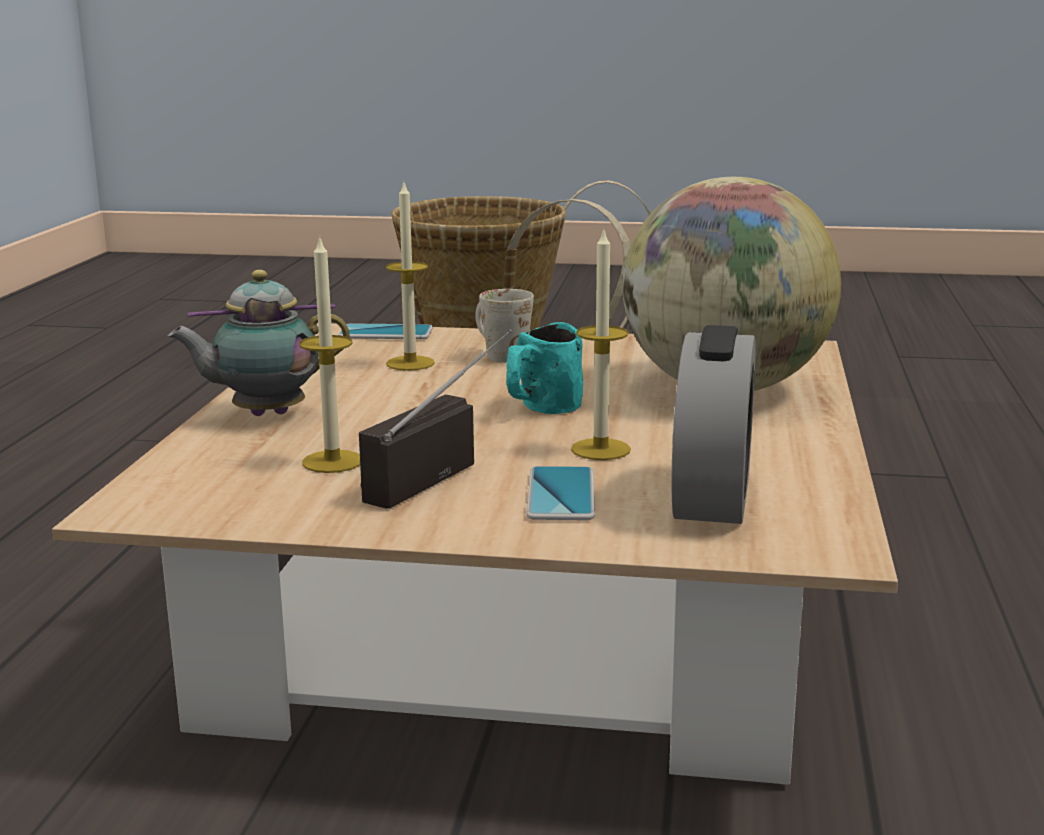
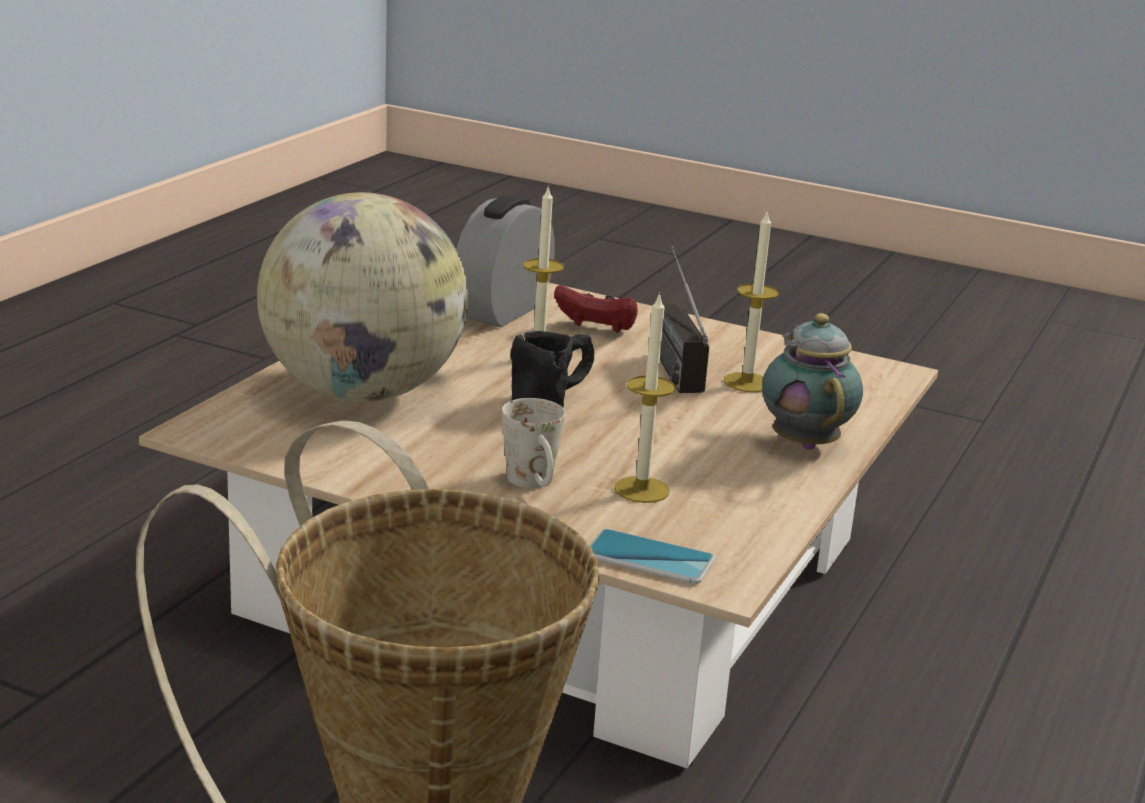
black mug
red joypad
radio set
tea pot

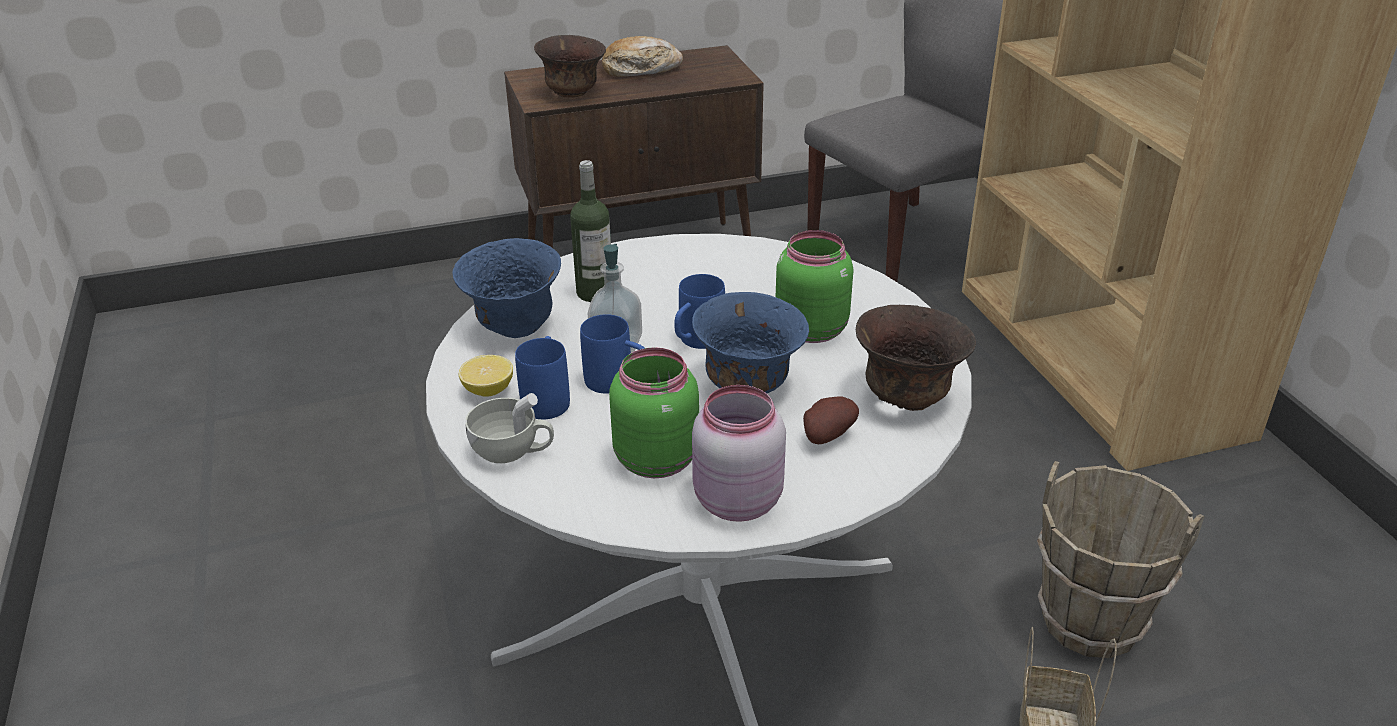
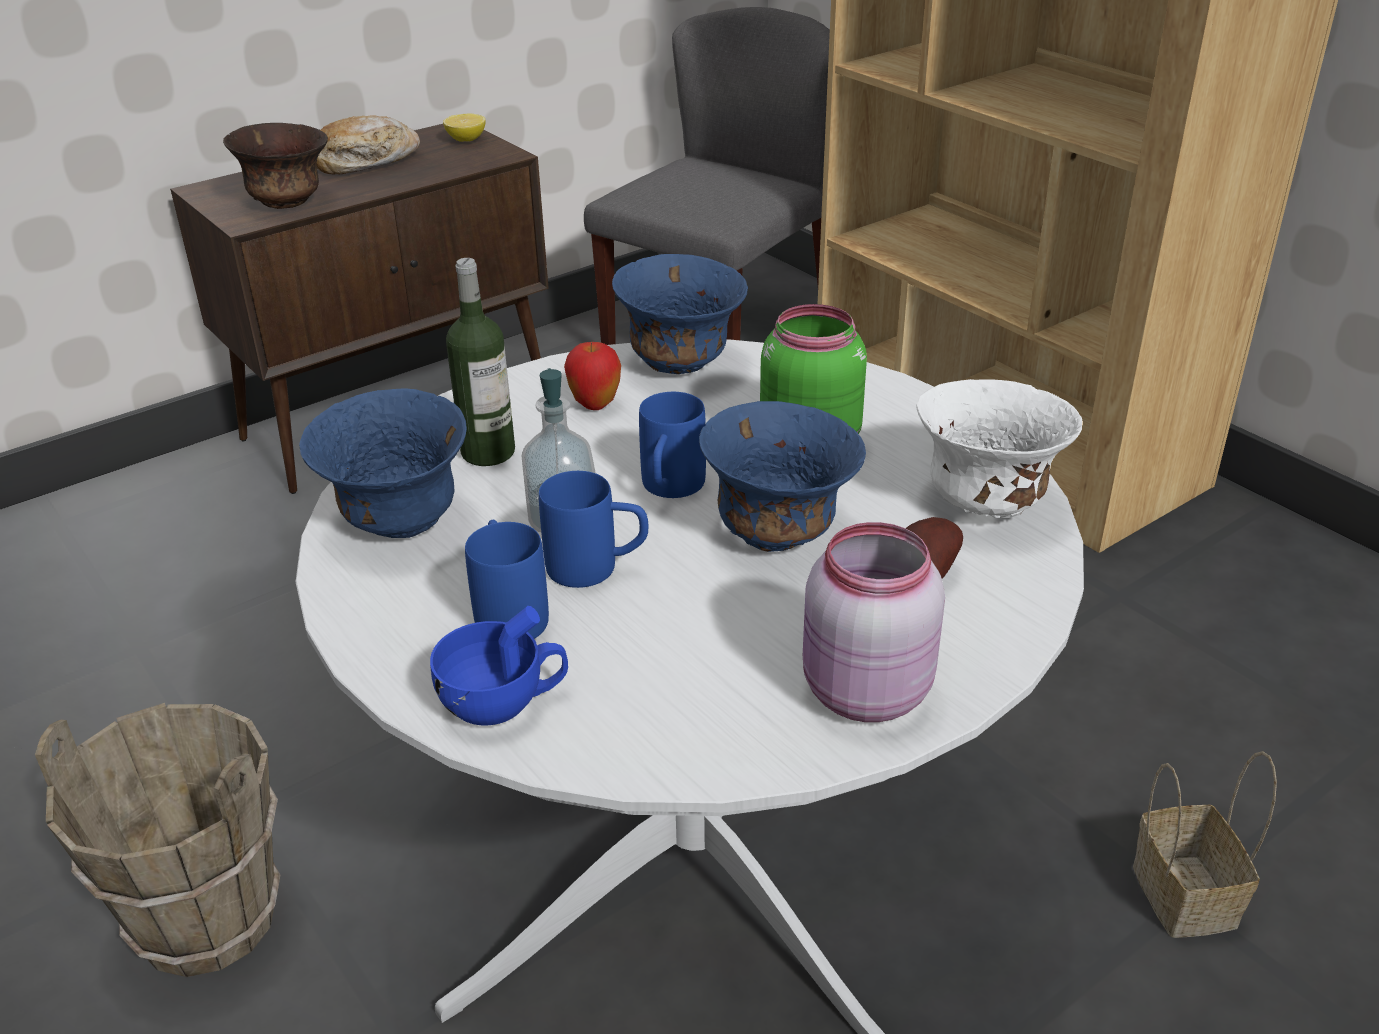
brownish pail
blue cup
citrus fruit
whole apple
blue bowl (no. 2 from left)
white bowl
green-coloured storage jar (no. 1 from left in the first image)

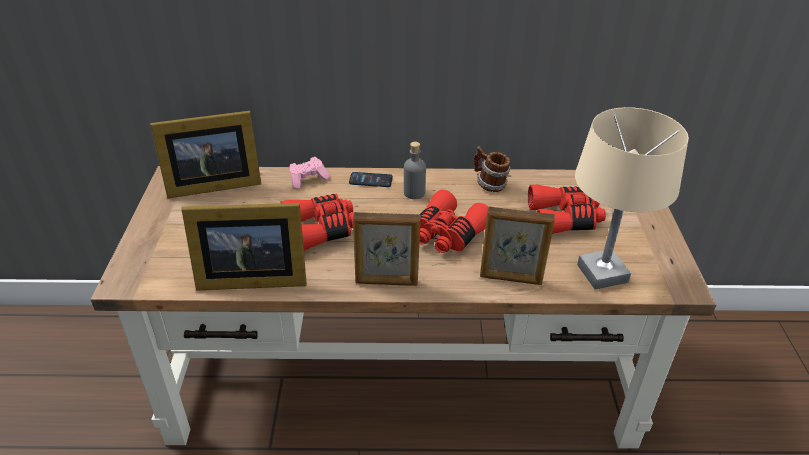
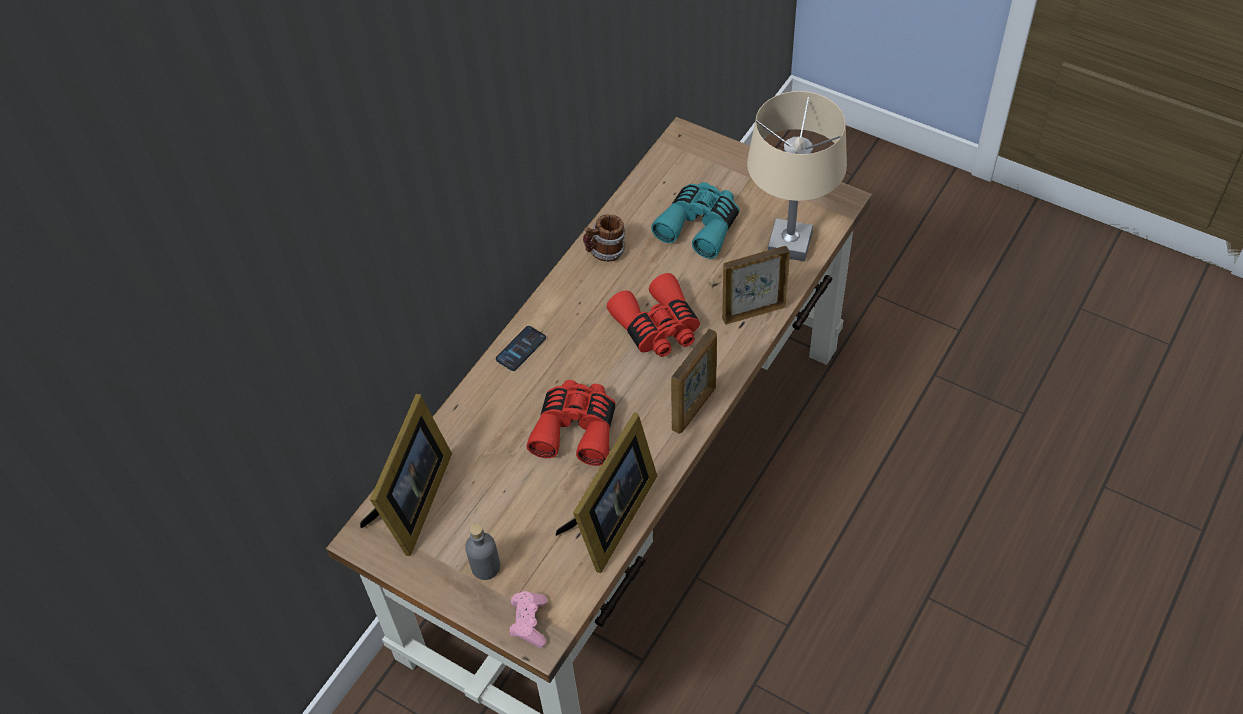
greyish bottle
pink-coloured joypad
turquoise-coloured field glasses
picture frame (no. 4 from left)

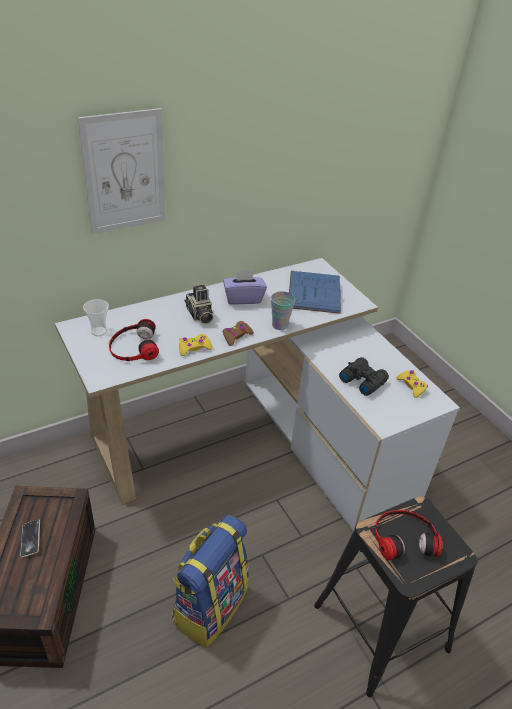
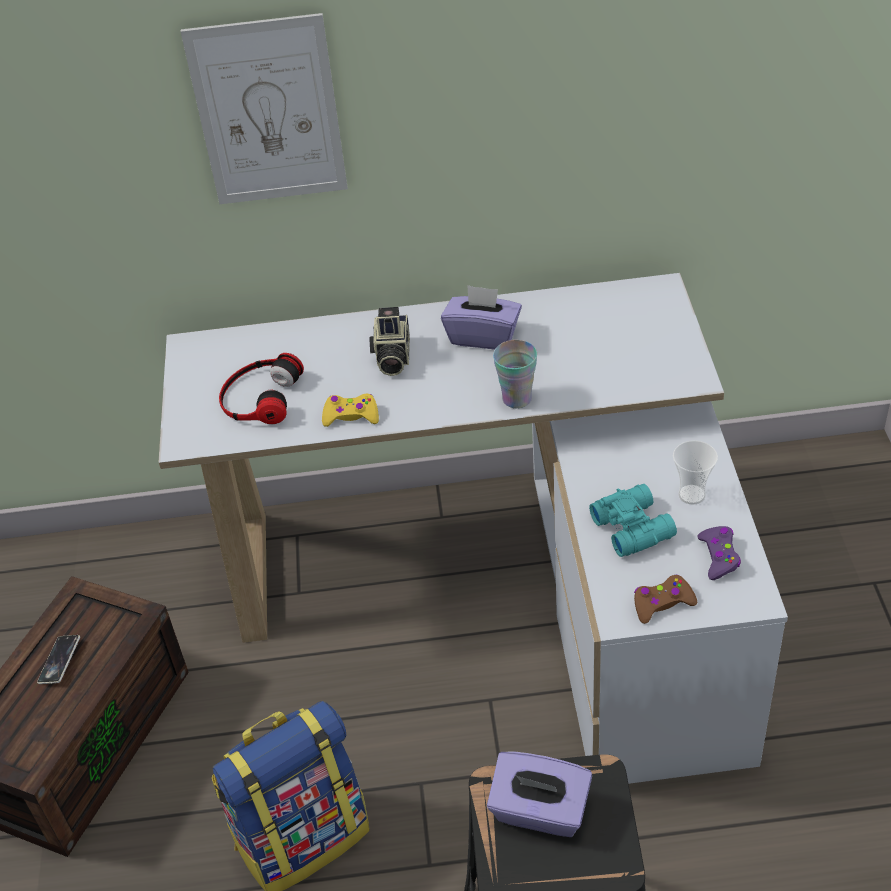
purple box of tissues (no. 2 from left)
turquoise-coloured field glasses
brownish joypad
cup (no. 2 from left)
purple joypad
blue book

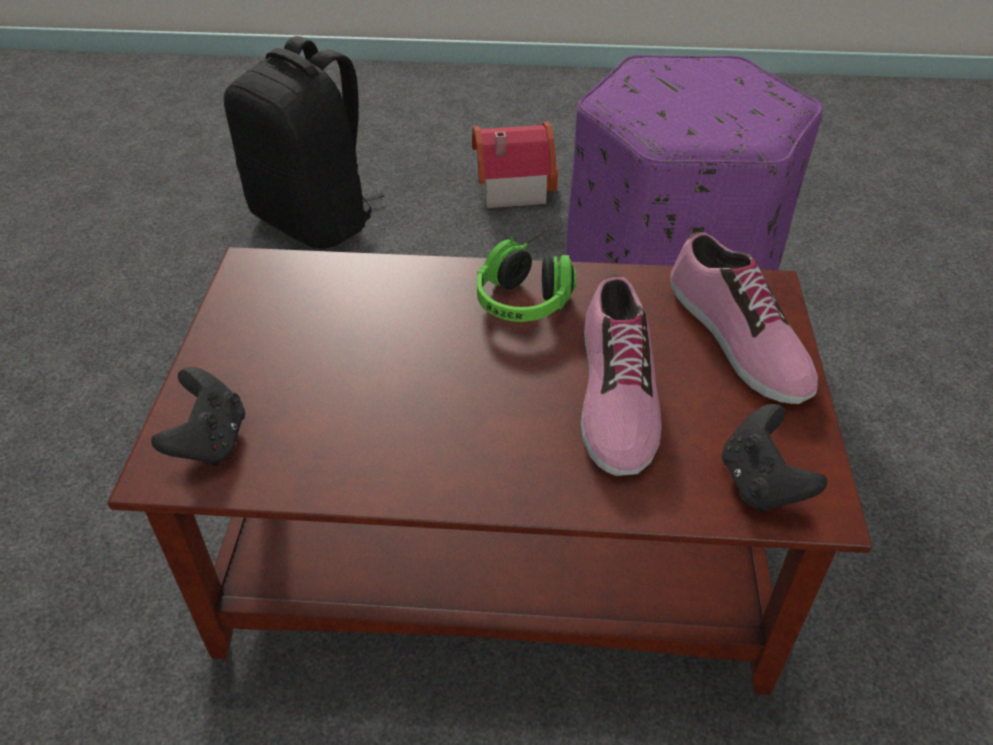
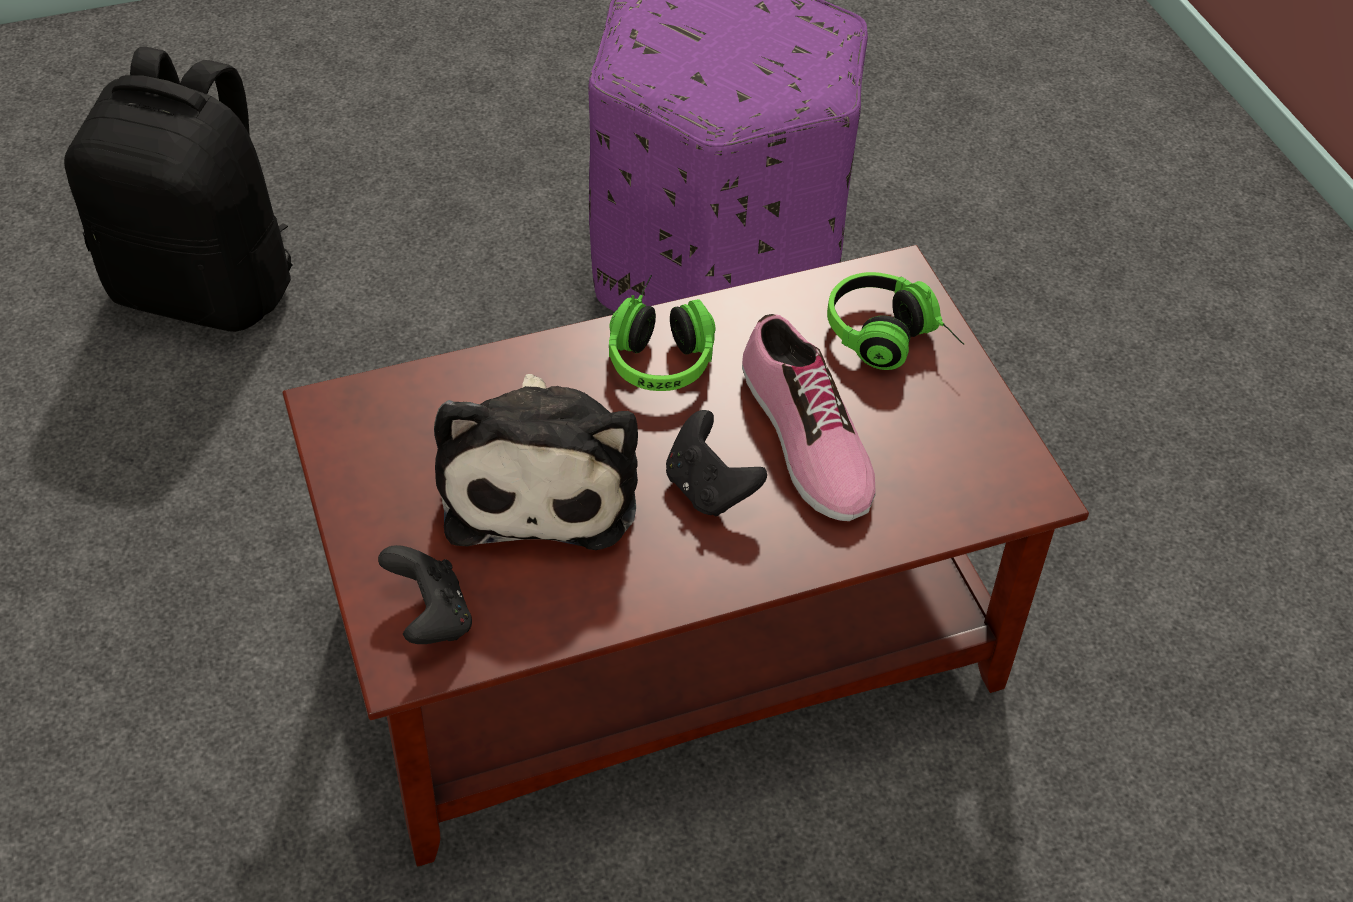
soft toy
black joypad (no. 2 from left)
headphones (no. 2 from left)
miniature house

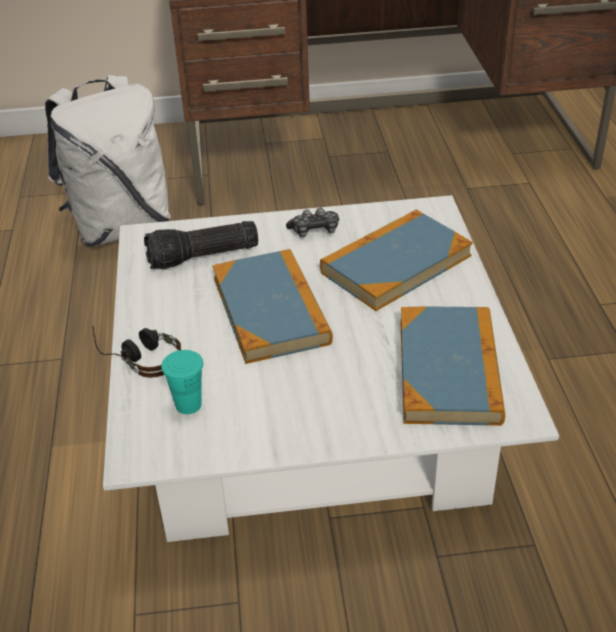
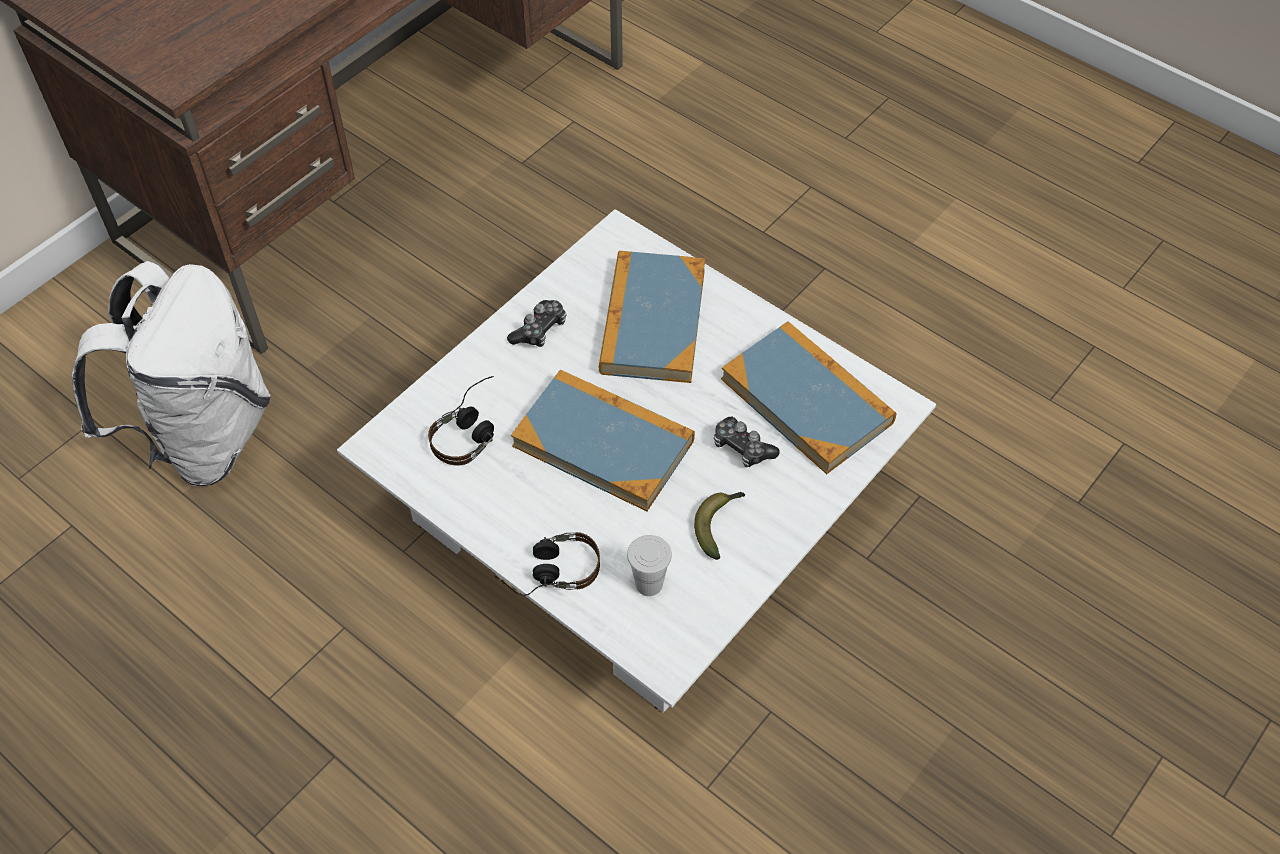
headphones (no. 1 from left)
white cup
banana fruit
joypad (no. 2 from left)

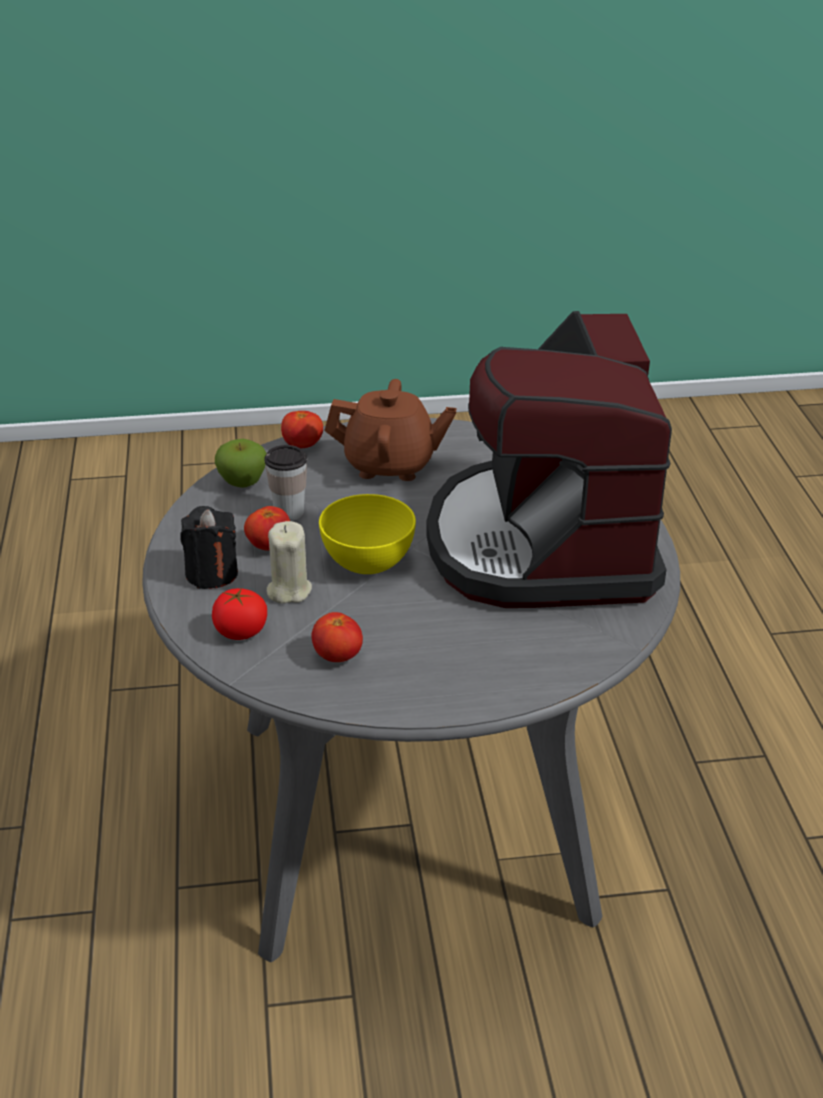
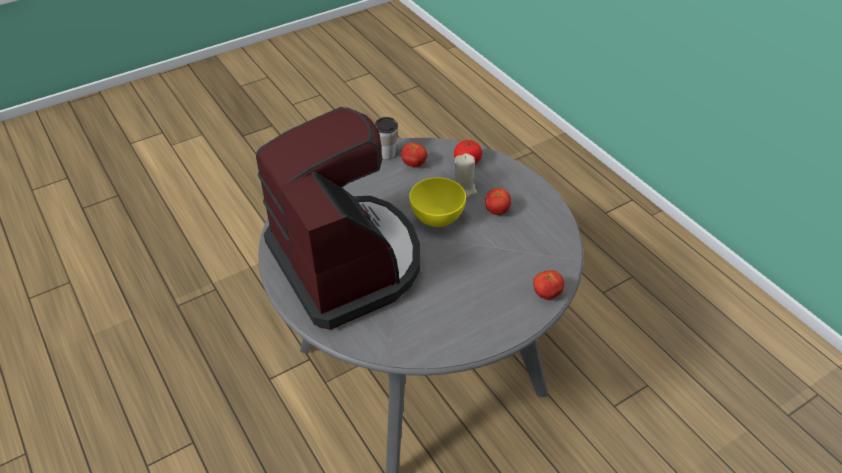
cup
black wax light
whole apple
brownish tea pot

